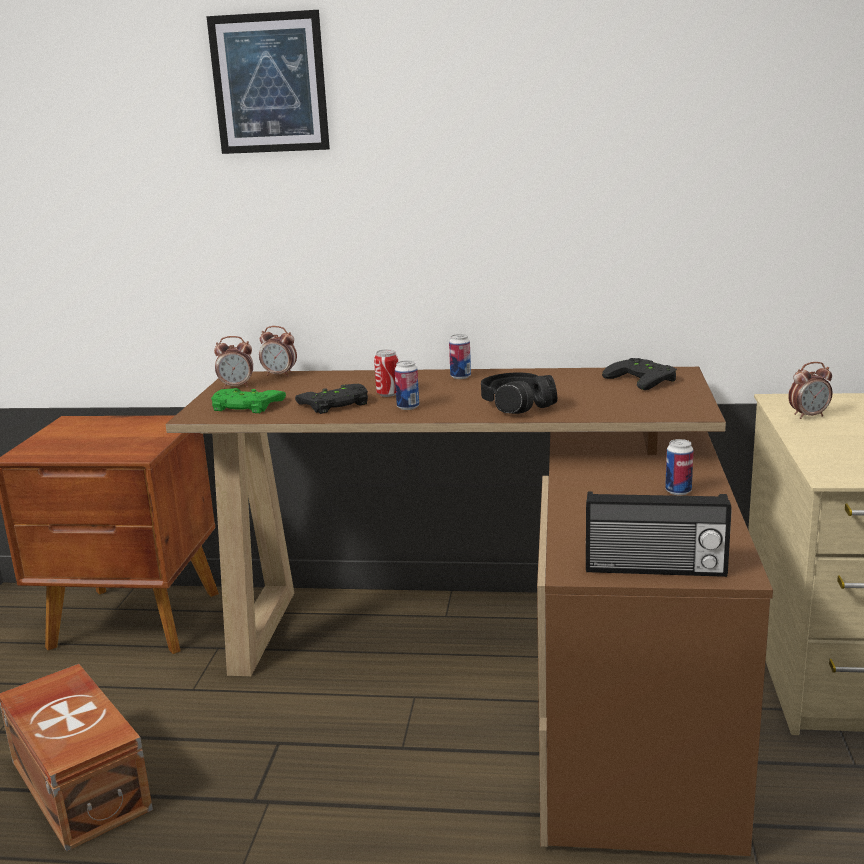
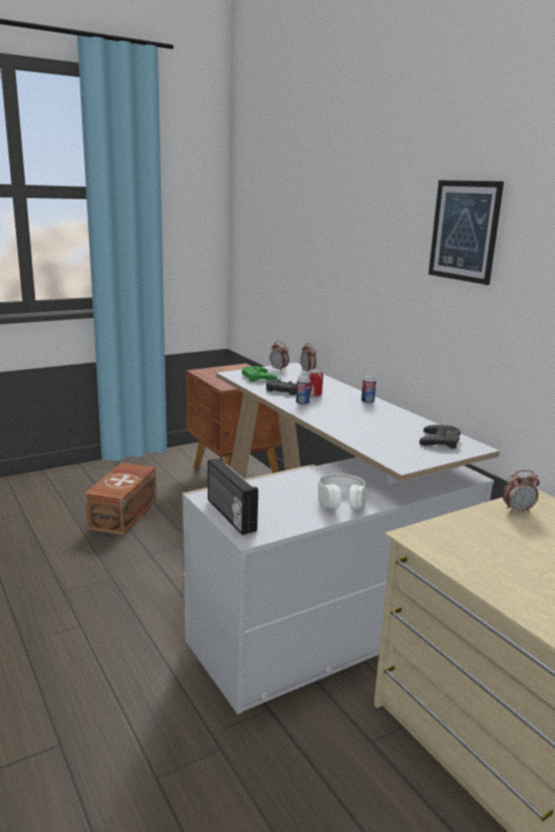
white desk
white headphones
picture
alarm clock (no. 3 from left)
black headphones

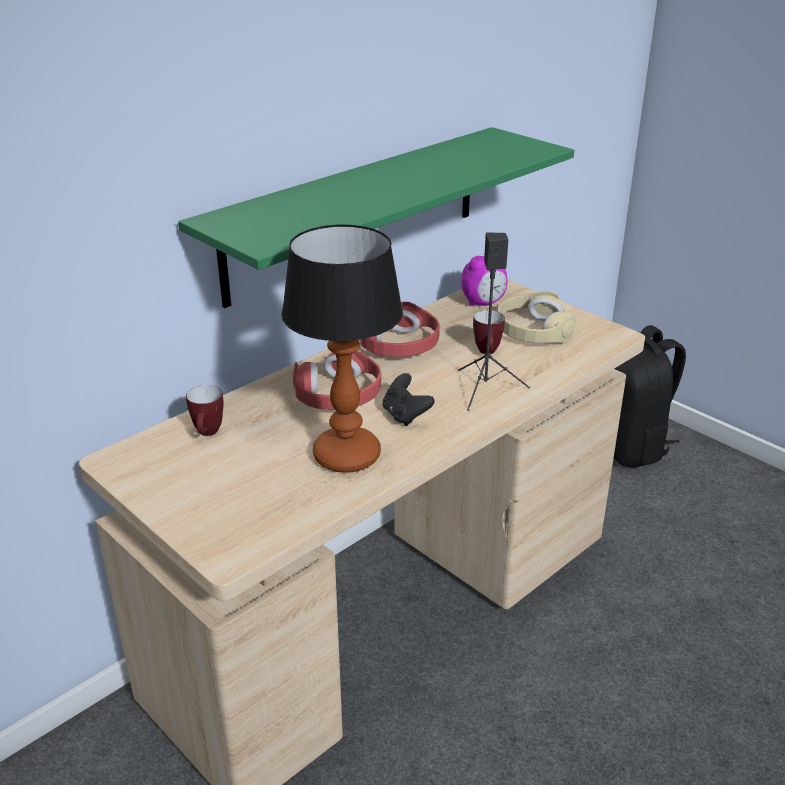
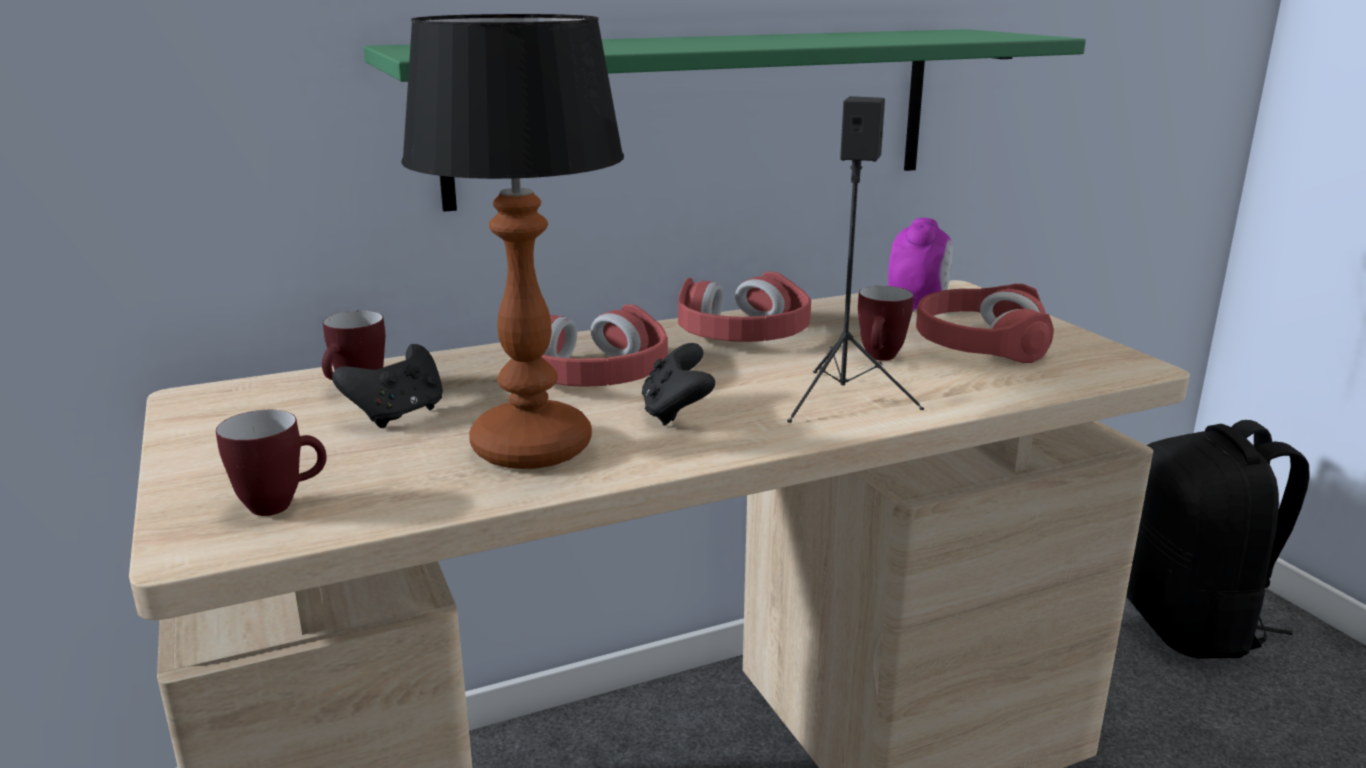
mug (no. 1 from left)
black joypad (no. 1 from left)
alarm clock
red headphones (no. 3 from left)

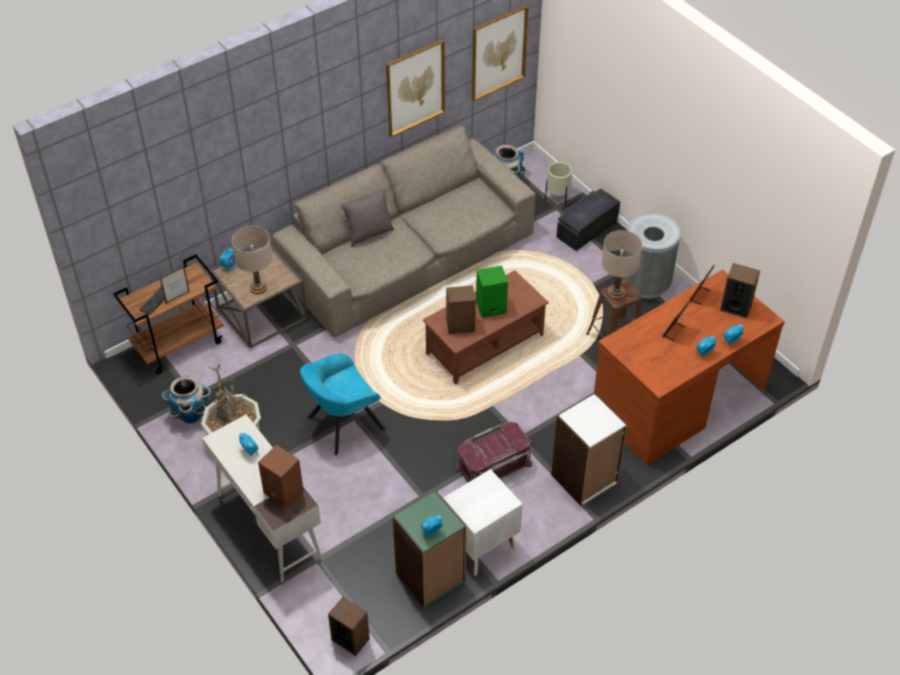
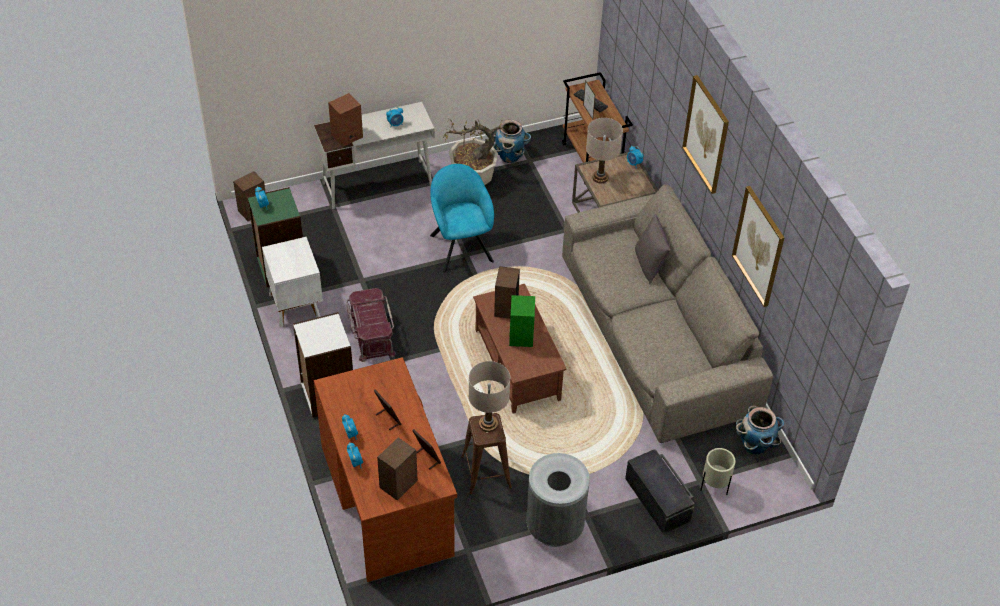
picture (no. 1 from left)

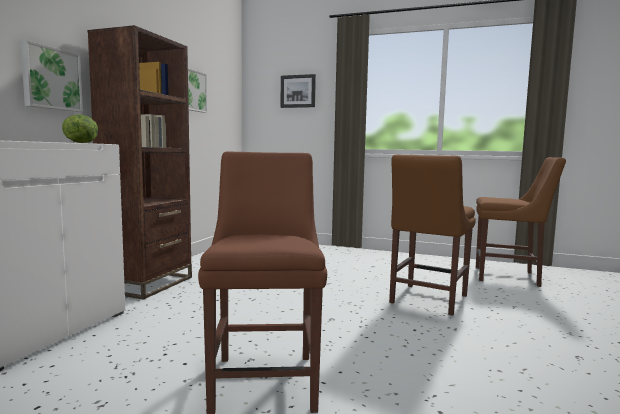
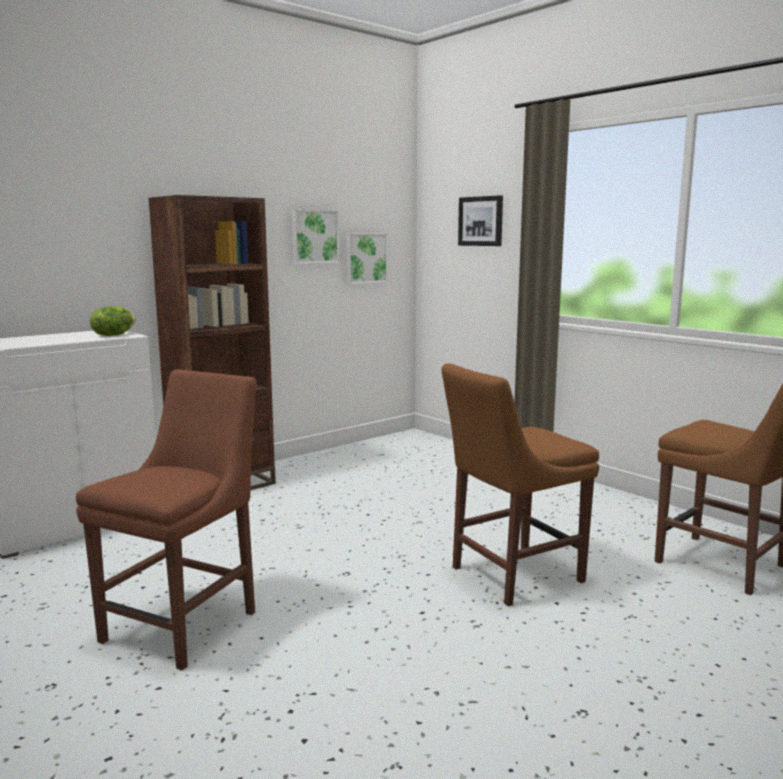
picture (no. 2 from left)

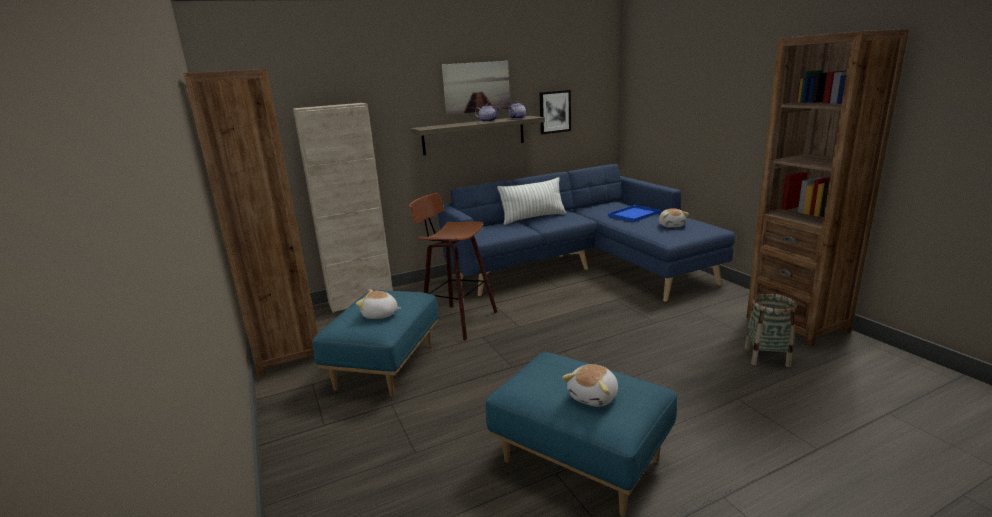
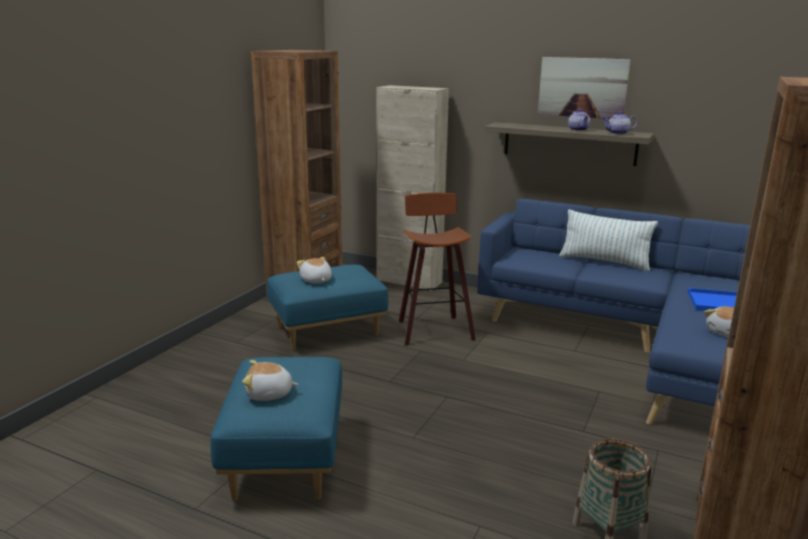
picture (no. 2 from left in the first image)

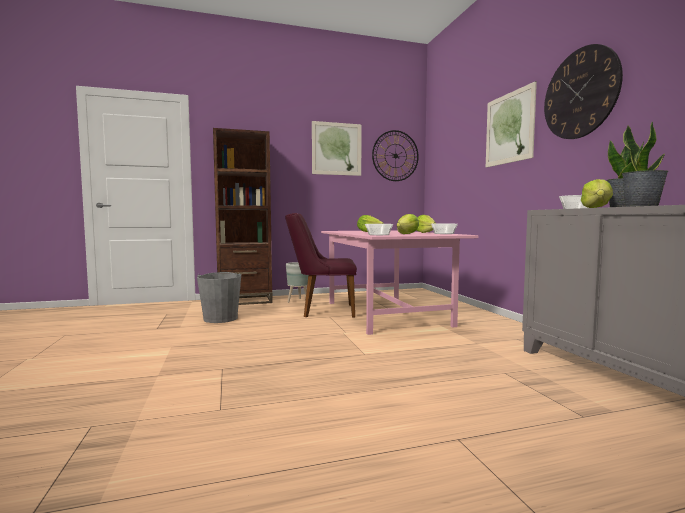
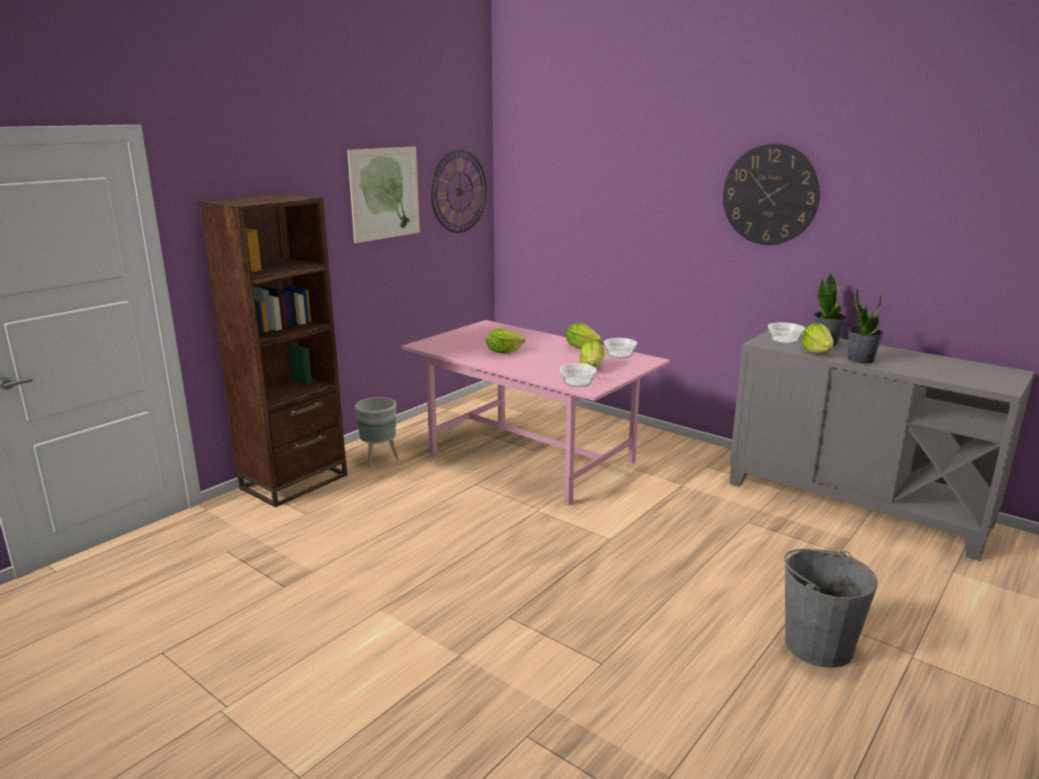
greyish pail
purple plain chair
picture (no. 2 from left in the first image)

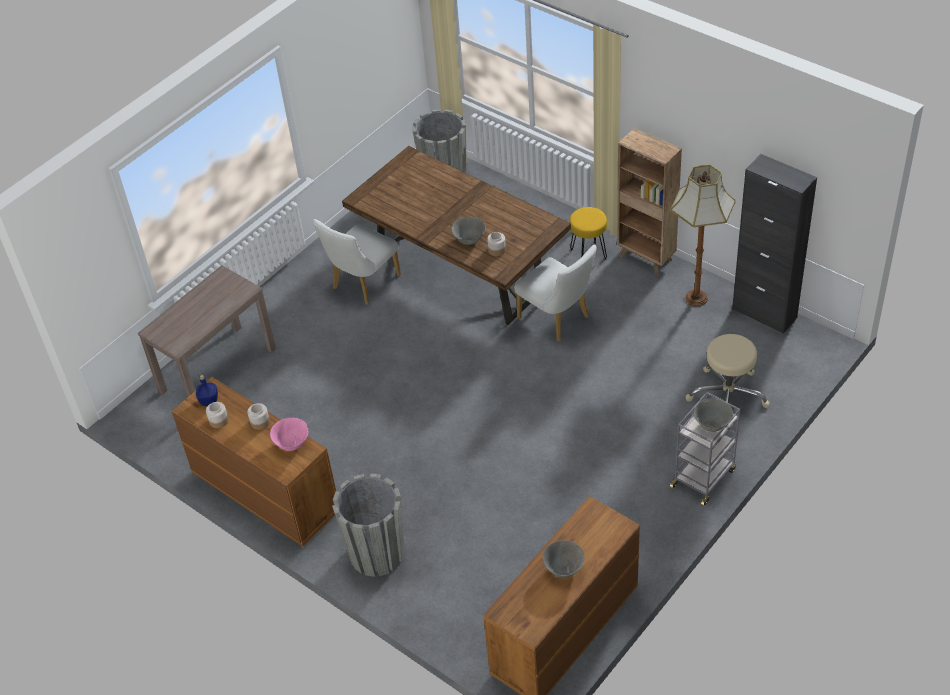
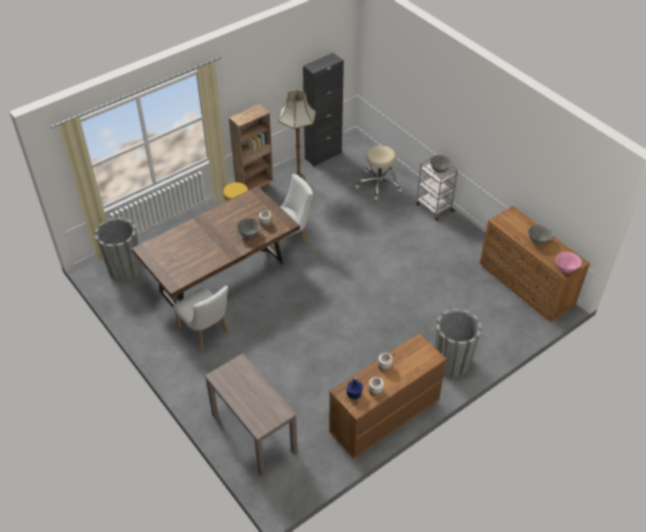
pink-coloured bowl

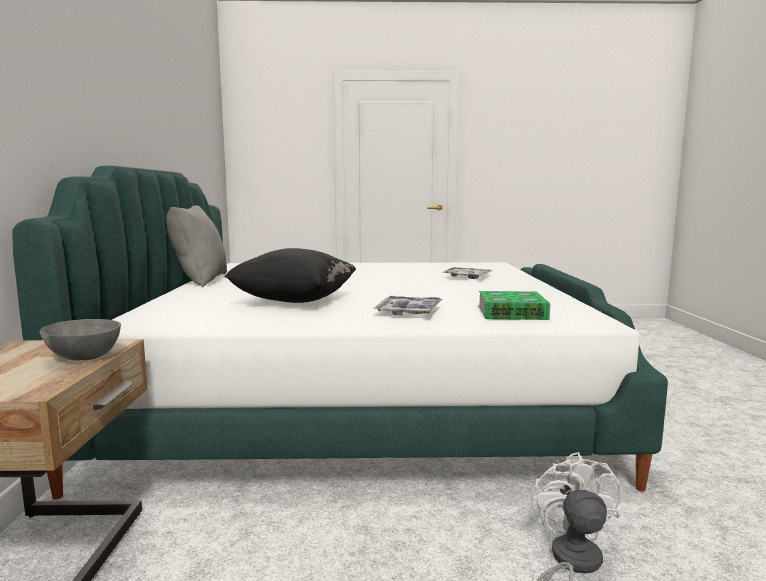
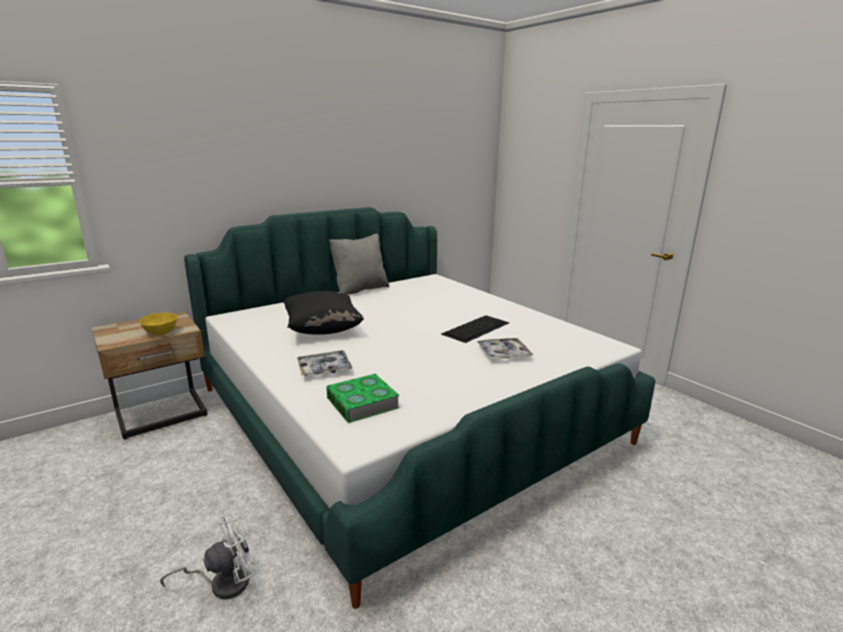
yellow bowl
keyboard

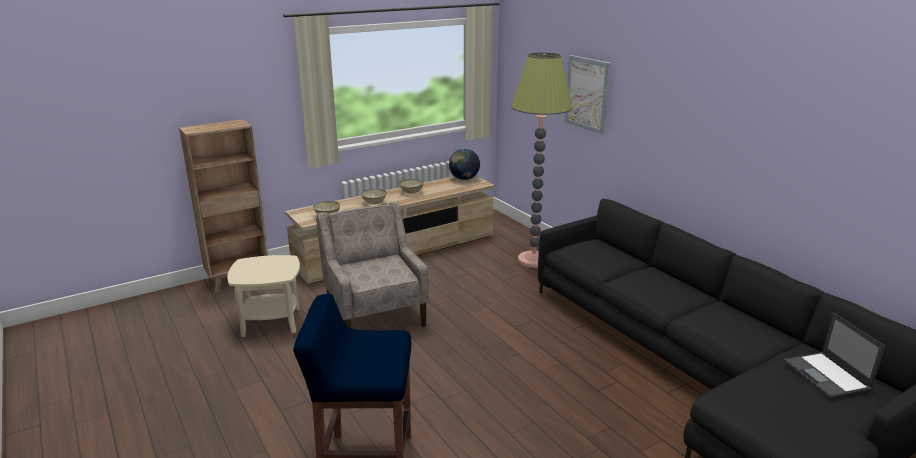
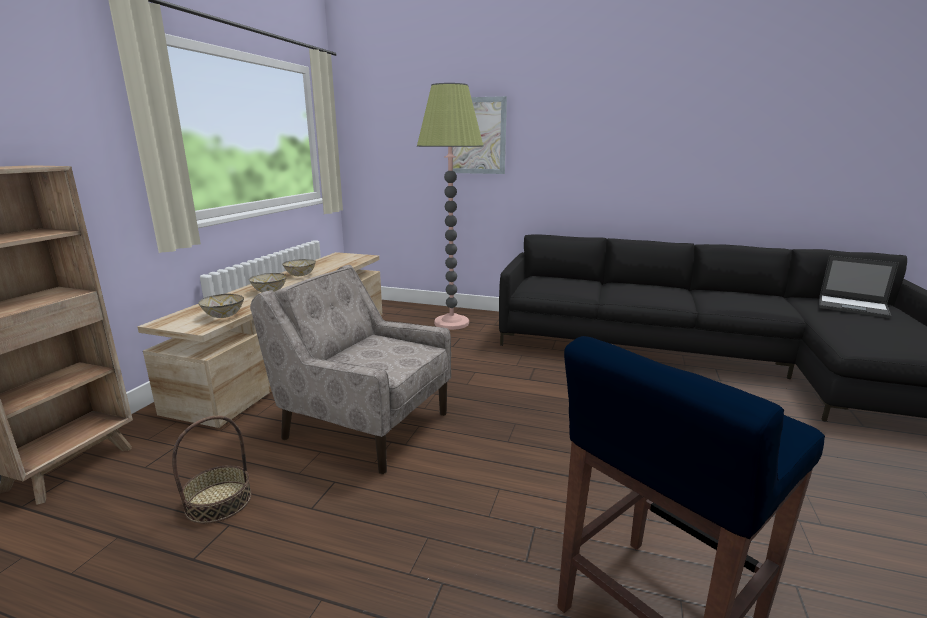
storage basket
globe

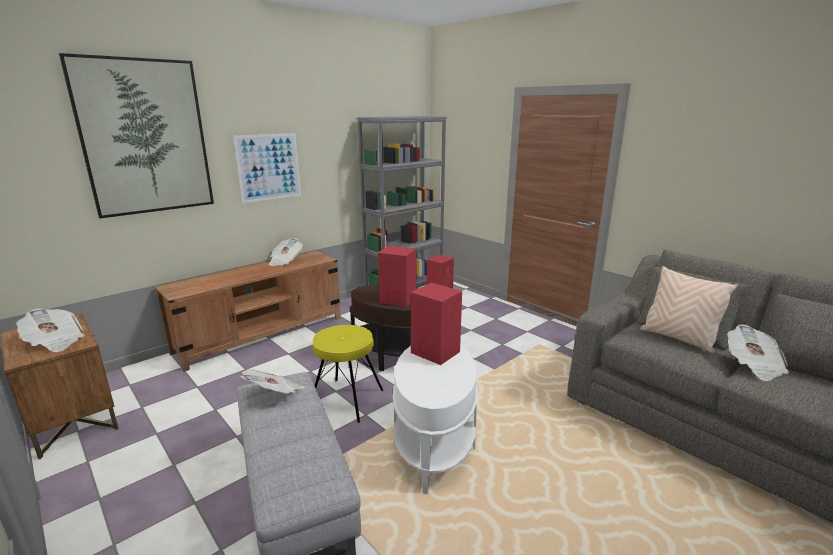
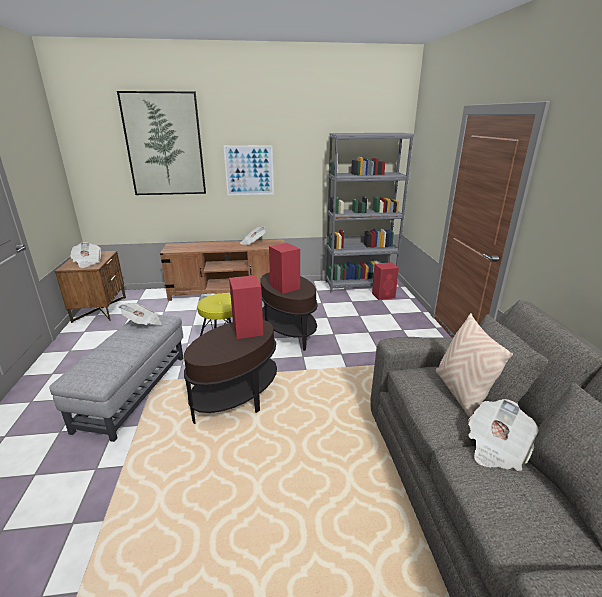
brownish accent table (no. 1 from left)

